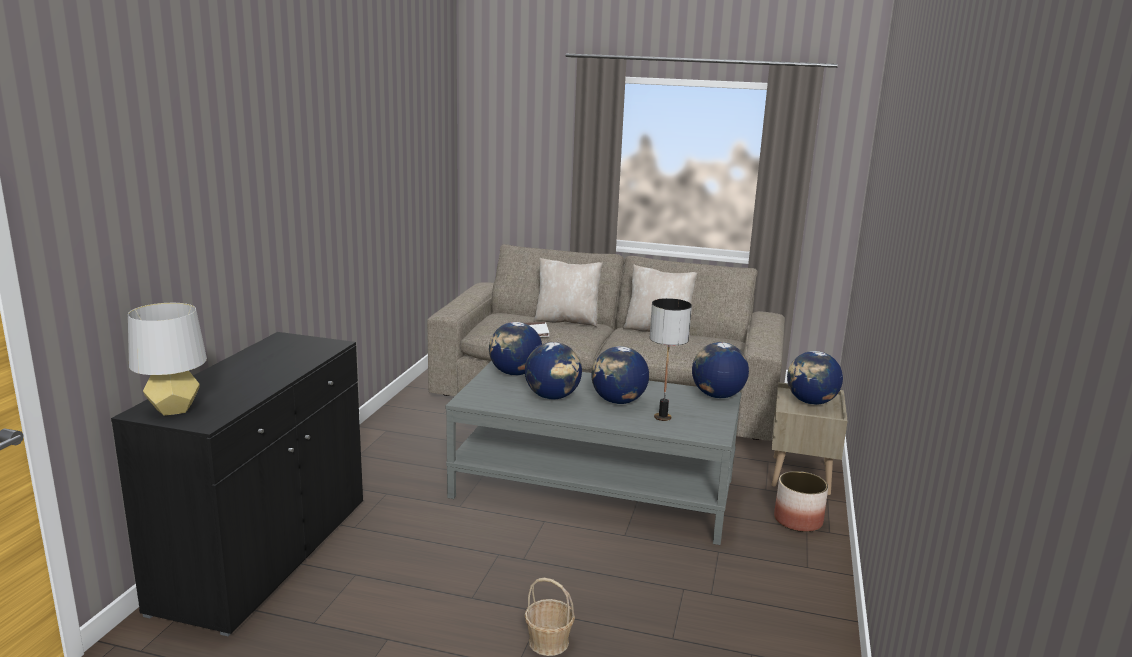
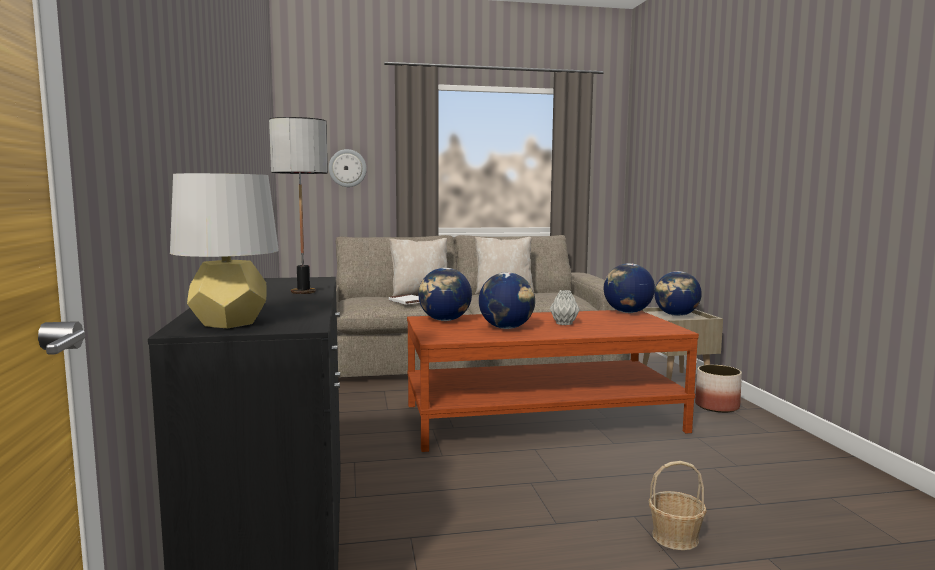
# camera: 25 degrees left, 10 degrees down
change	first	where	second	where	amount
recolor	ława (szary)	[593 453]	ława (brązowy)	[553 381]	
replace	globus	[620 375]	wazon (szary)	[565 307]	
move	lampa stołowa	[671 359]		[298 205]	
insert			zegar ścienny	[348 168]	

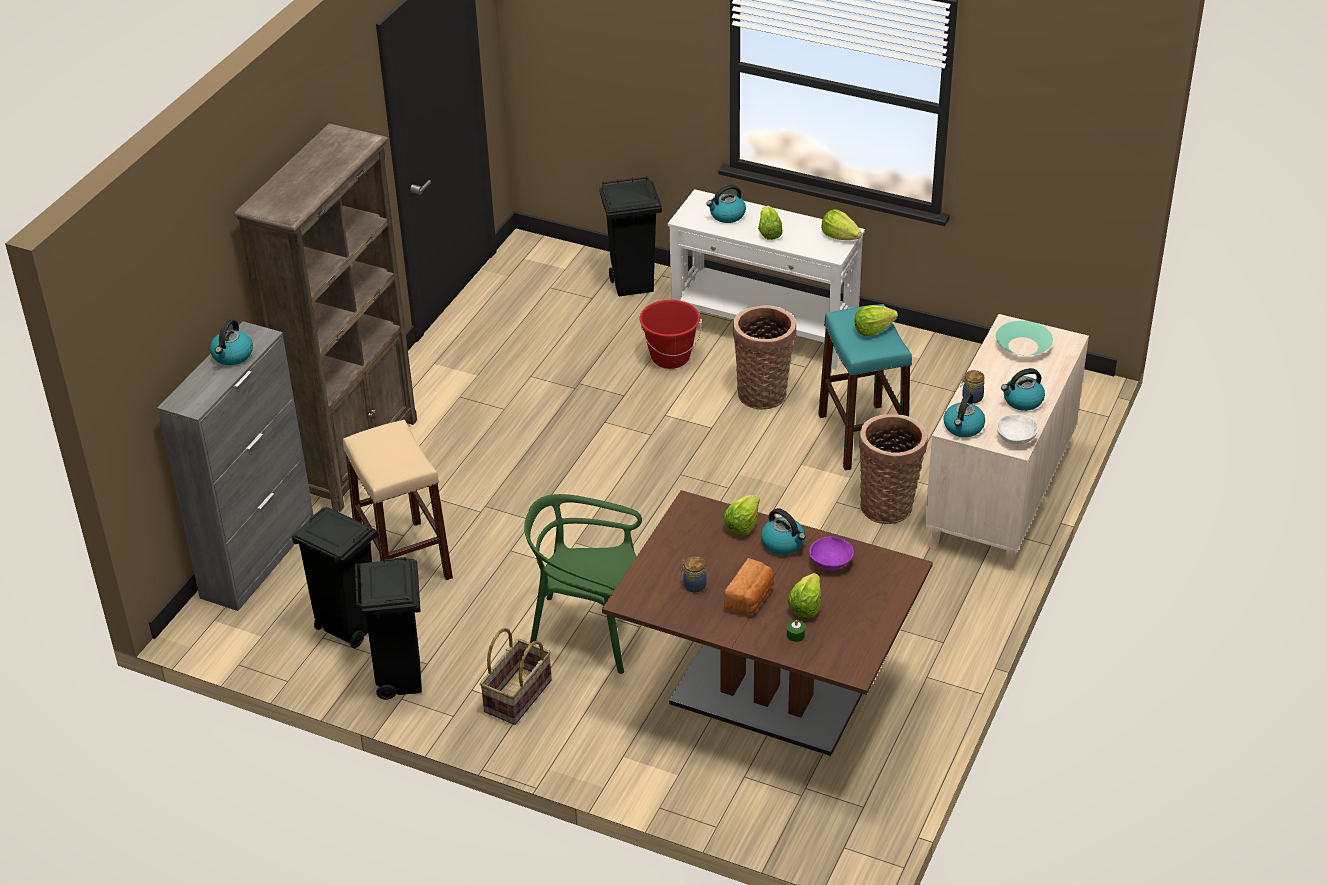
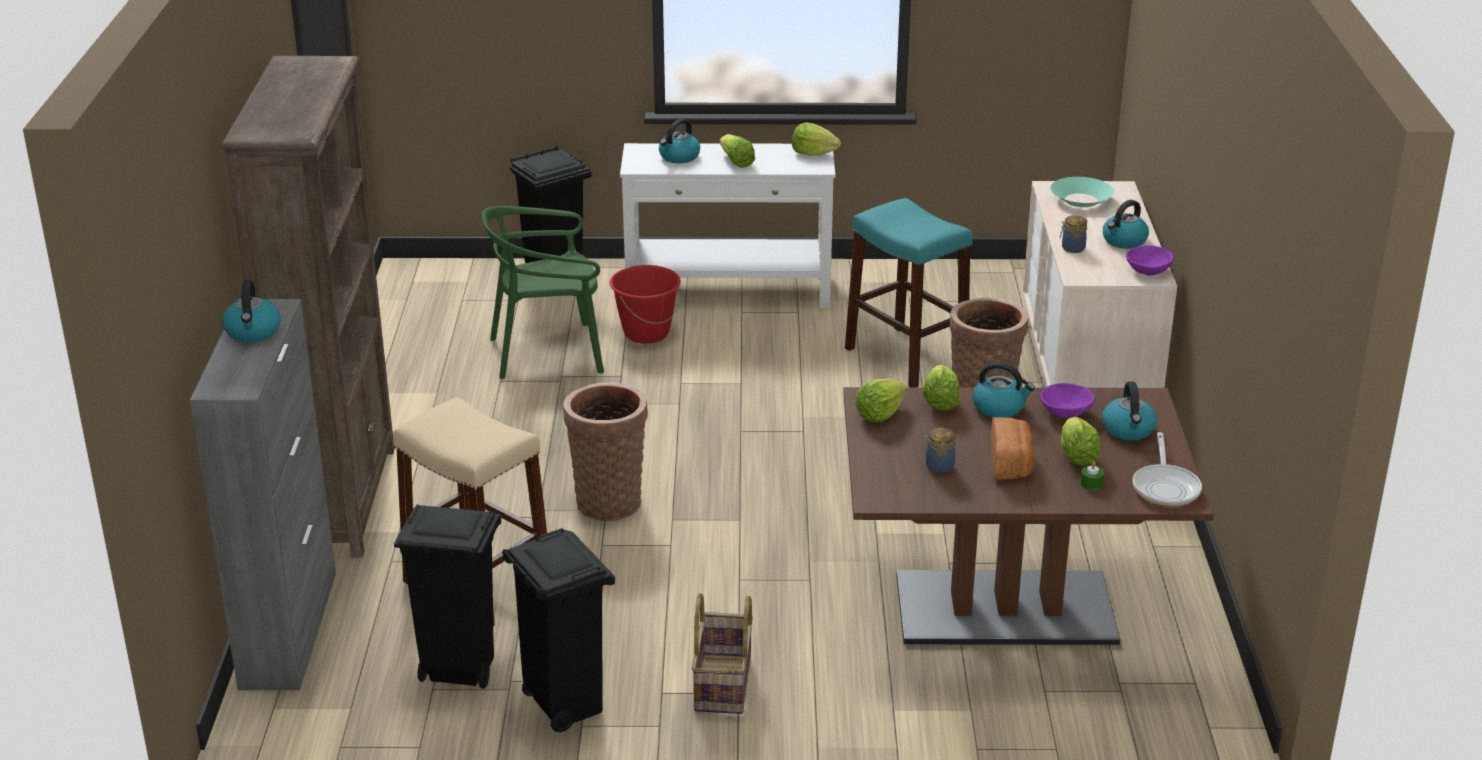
# camera: 25 degrees left, 10 degrees down
change	first	where	second	where	amount
move	krzesło (zielony)	[583 584]		[543 292]	
move	koszyk	[764 357]		[605 451]	
move	sałata	[876 320]		[881 401]	
move	czajnik	[964 414]		[1129 411]	
recolor	miska (biały)	[1018 429]	miska (fioletowy)	[1149 260]	
insert			patelnia	[1167 469]	

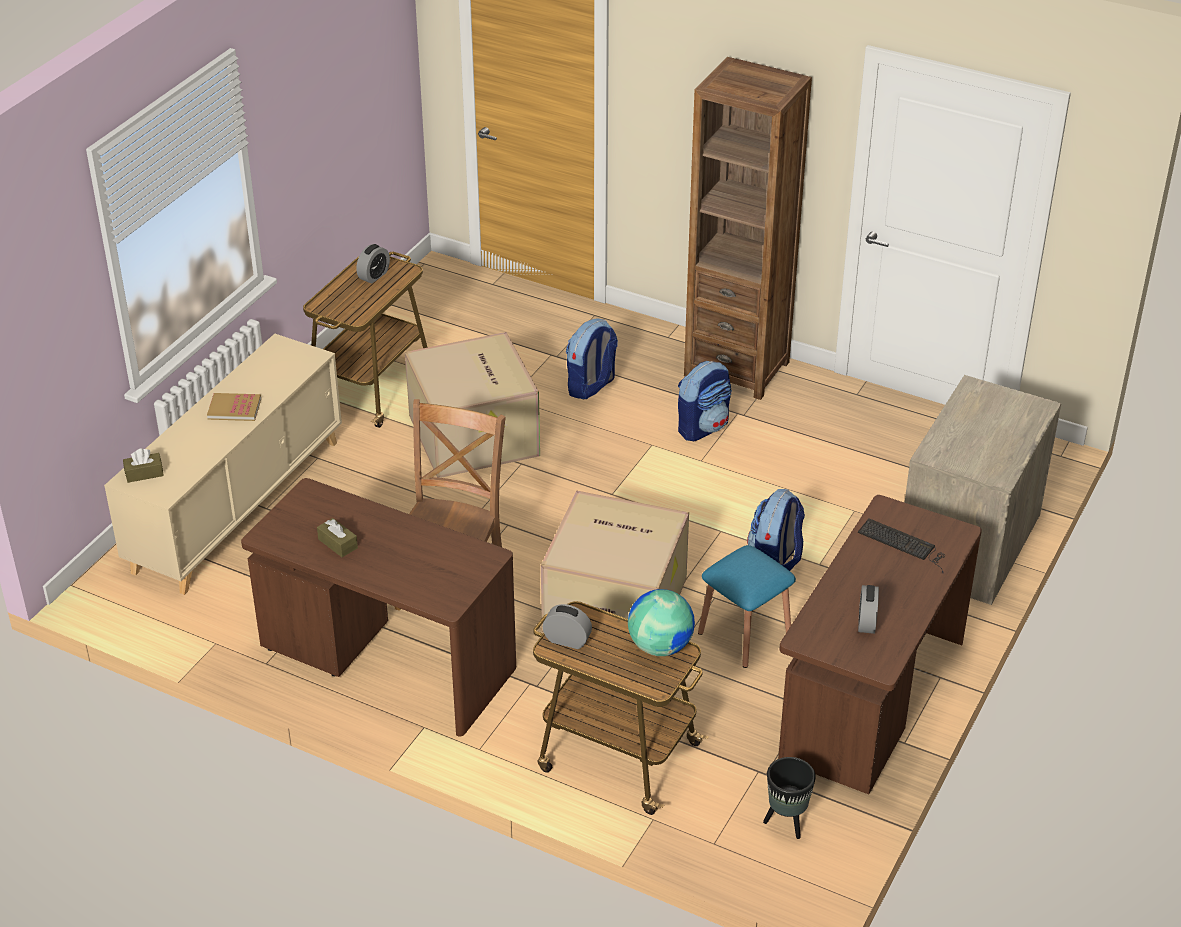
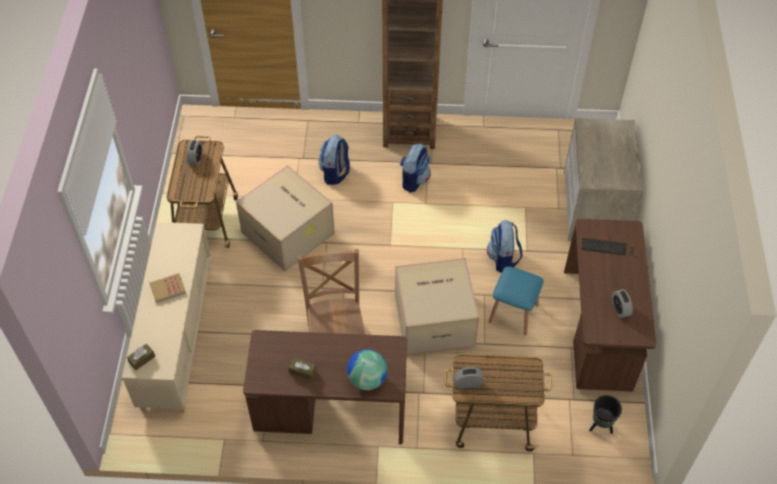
# camera: 25 degrees left, 15 degrees up
change	first	where	second	where	amount
move	globus	[661 622]		[367 369]	

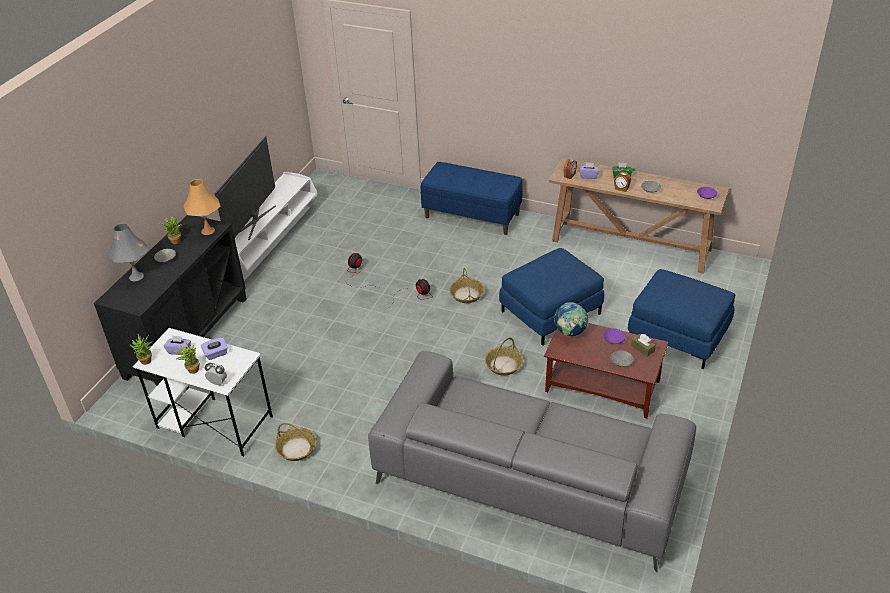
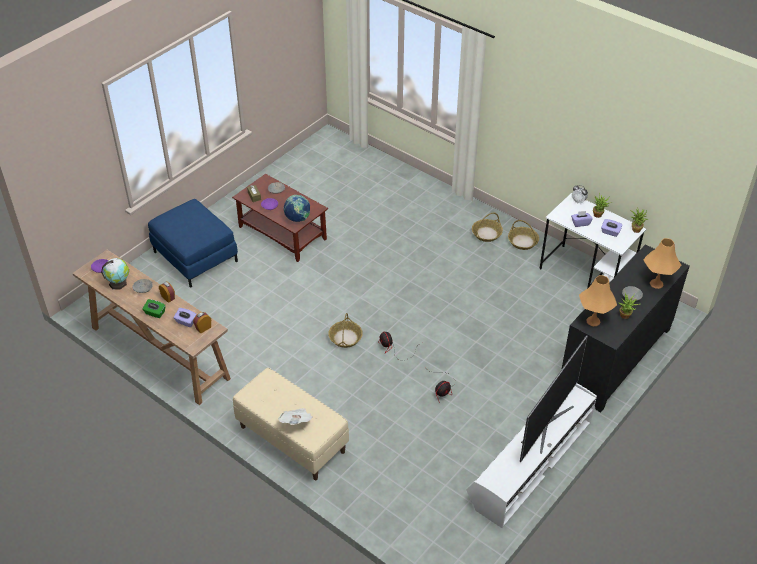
# camera: 165 degrees left, 5 degrees up
change	first	where	second	where	amount
recolor	lampa stołowa (szary)	[128 252]	lampa stołowa (pomarańczowy)	[662 263]	
delete	kanapa (szary)	[532 461]			
recolor	ławka (niebieski)	[472 198]	ławka (beżowy)	[291 424]	
move	koszyk	[504 356]		[487 227]	
delete	pufa (niebieski)	[551 297]			
insert			globus	[115 273]	
insert			gazeta	[295 416]	

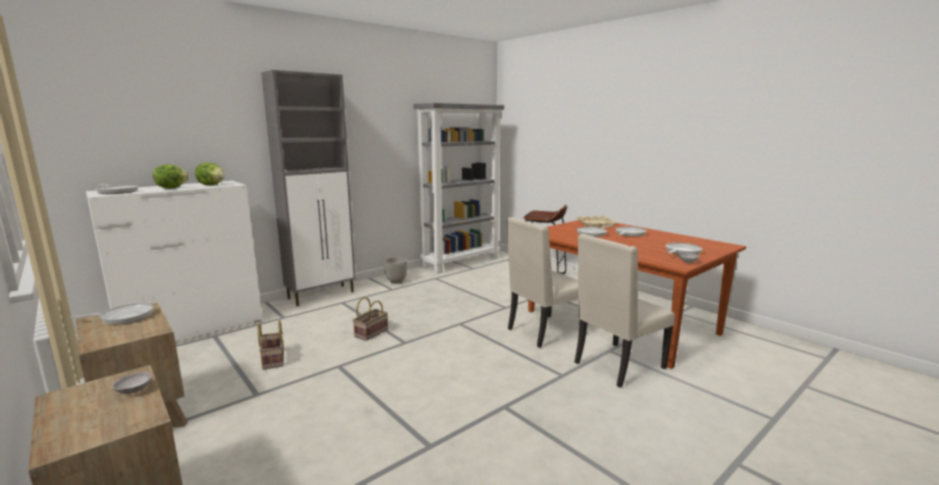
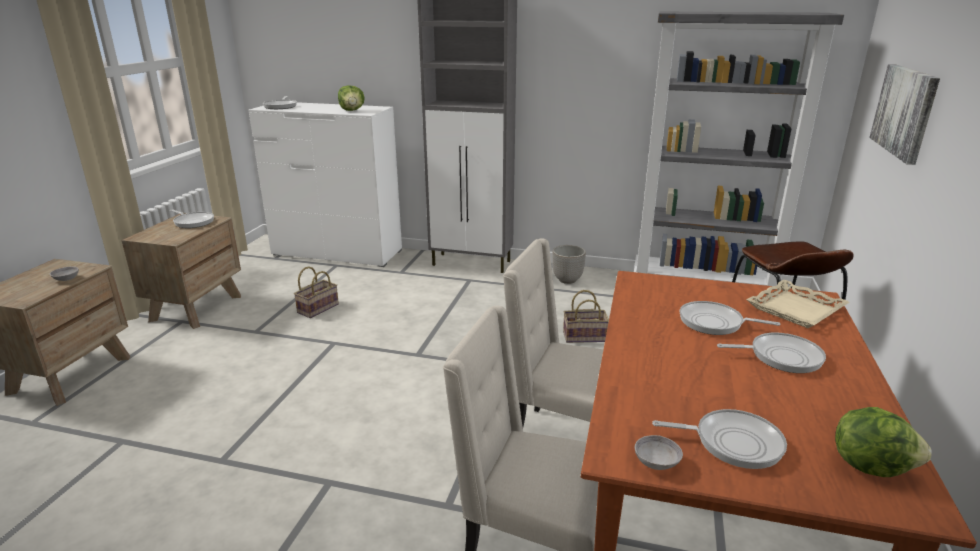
# camera: 55 degrees right, 10 degrees up
change	first	where	second	where	amount
move	sałata	[171 177]		[883 442]	
move	koszyk	[370 319]		[586 316]	
insert			obraz	[904 114]	

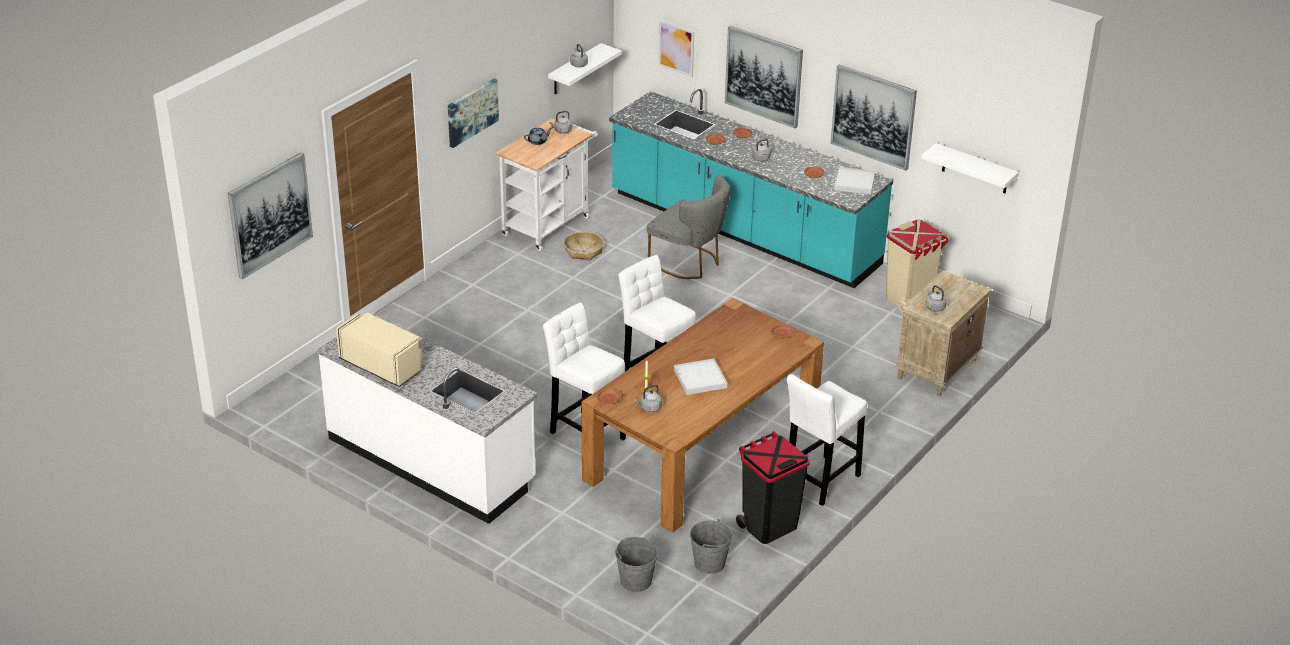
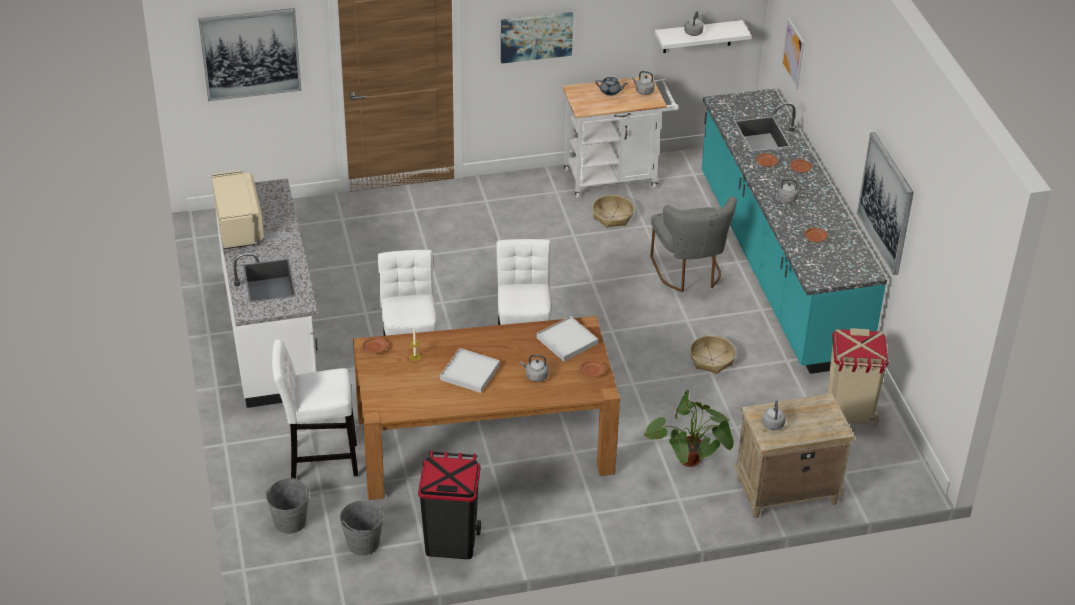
# camera: 40 degrees right, 5 degrees up
change	first	where	second	where	amount
move	czajnik (szary)	[648 398]		[534 368]	
delete	obraz	[764 77]			
move	stołek (biały)	[827 440]		[315 409]	
move	taca (biały)	[854 180]		[567 338]	
delete	półka (biały)	[970 168]			
insert			roślina doniczkowa	[688 428]	
insert			koszyk	[713 355]	

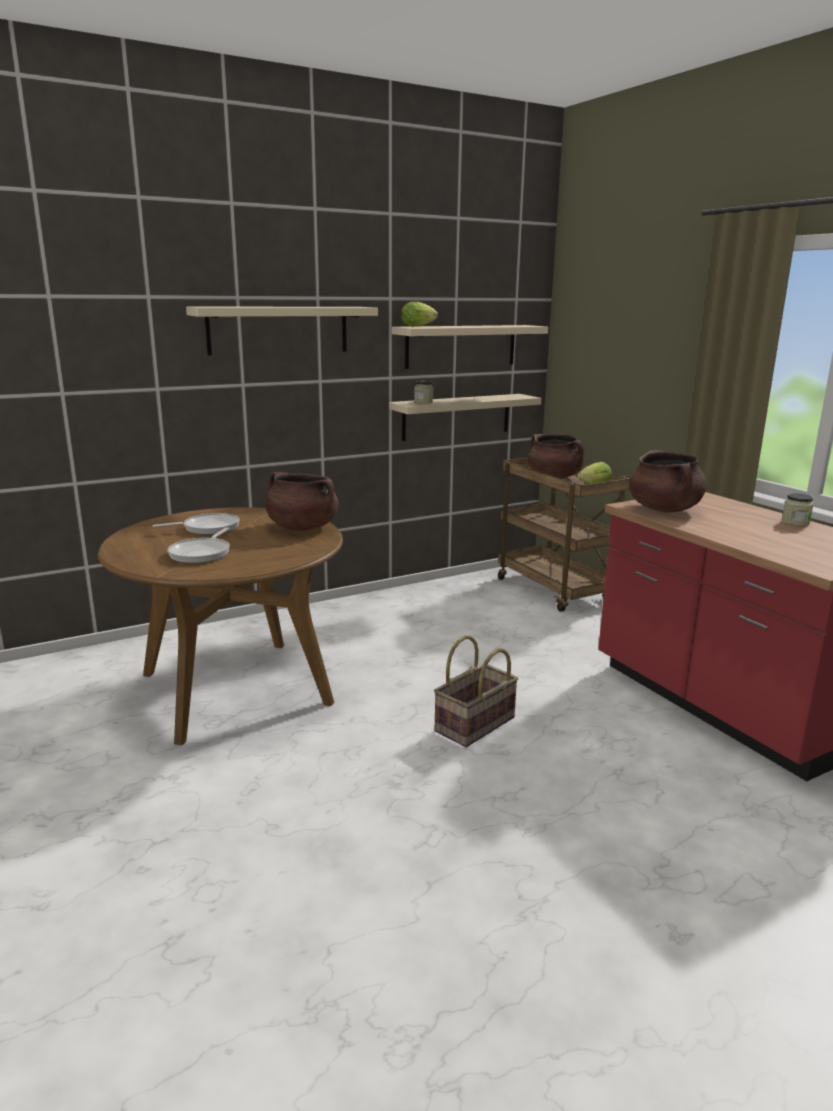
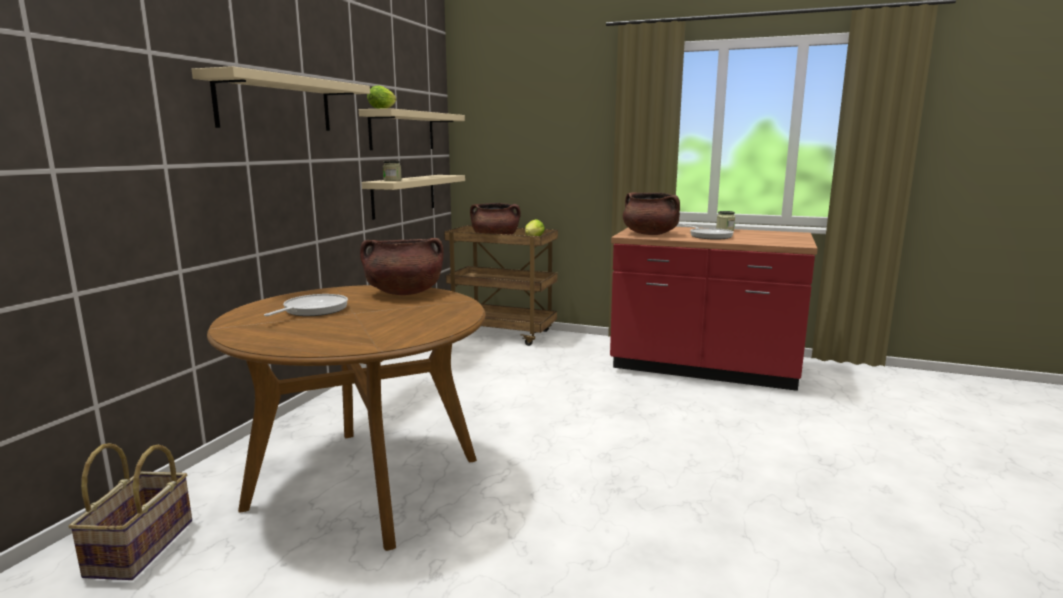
# camera: 40 degrees left, 5 degrees down
change	first	where	second	where	amount
move	patelnia	[198 545]		[708 232]	
move	koszyk	[476 691]		[130 511]	

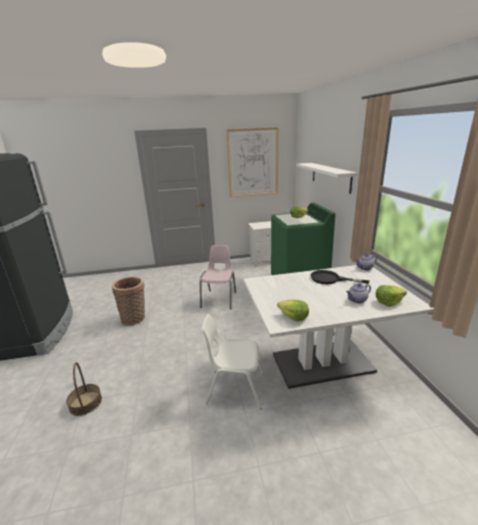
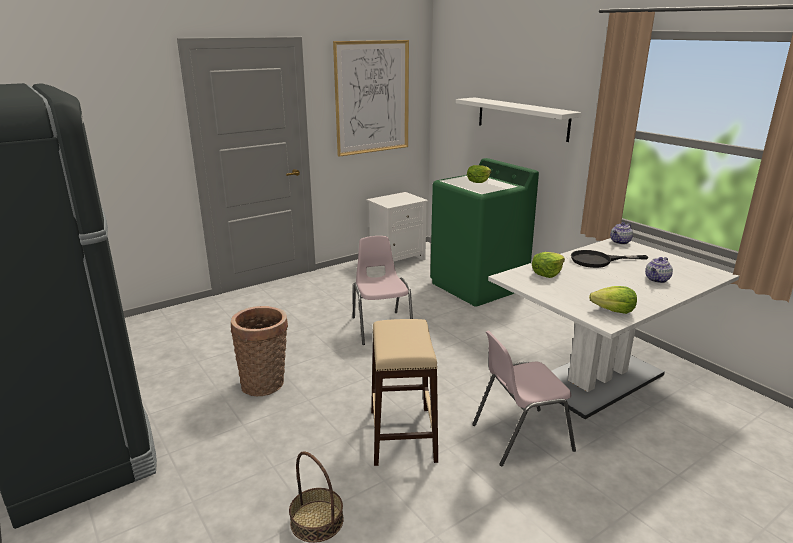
# camera: 25 degrees left, 0 degrees up
change	first	where	second	where	amount
recolor	krzesło (biały)	[232 361]	krzesło (różowy)	[524 398]	
move	sałata	[391 295]		[548 265]	
insert			stołek (beżowy)	[404 392]	

